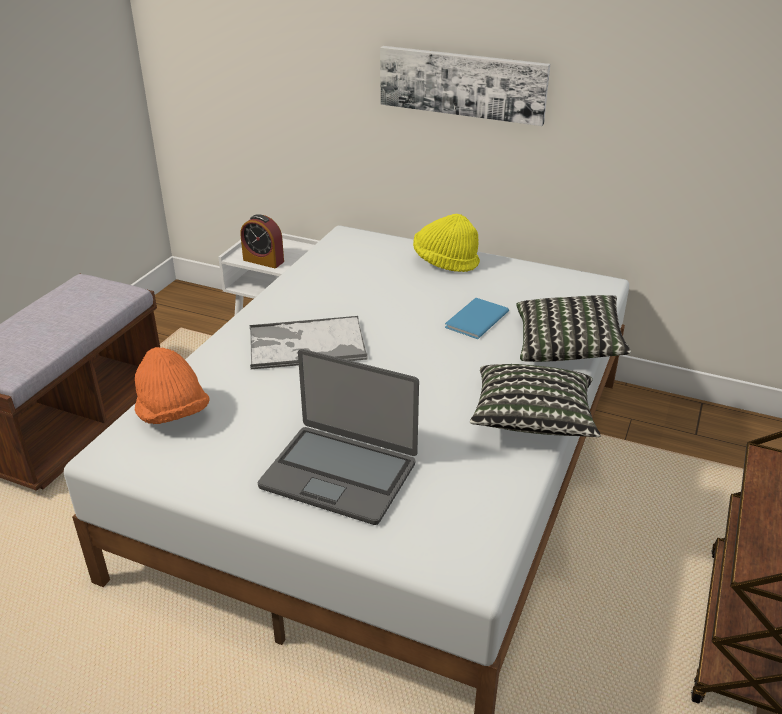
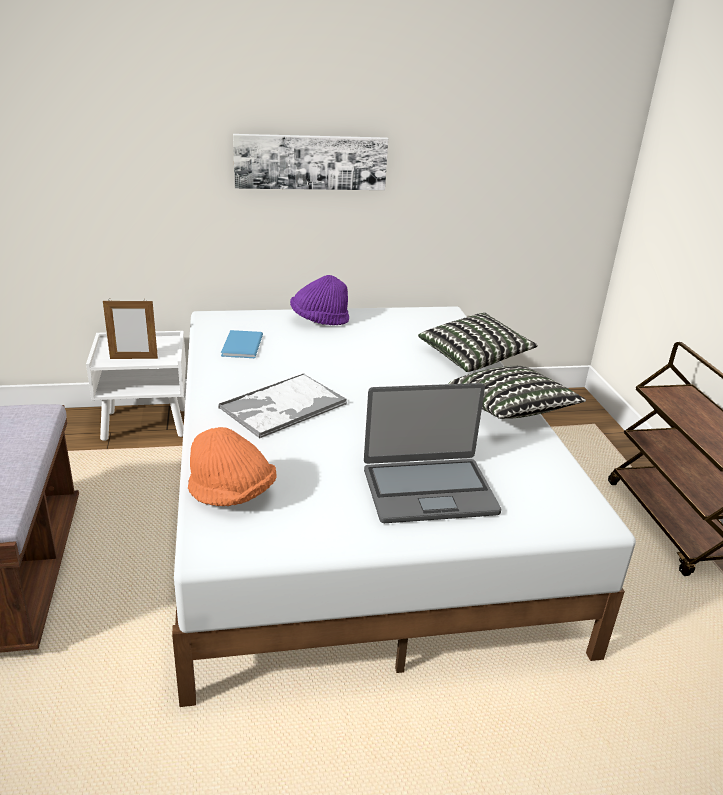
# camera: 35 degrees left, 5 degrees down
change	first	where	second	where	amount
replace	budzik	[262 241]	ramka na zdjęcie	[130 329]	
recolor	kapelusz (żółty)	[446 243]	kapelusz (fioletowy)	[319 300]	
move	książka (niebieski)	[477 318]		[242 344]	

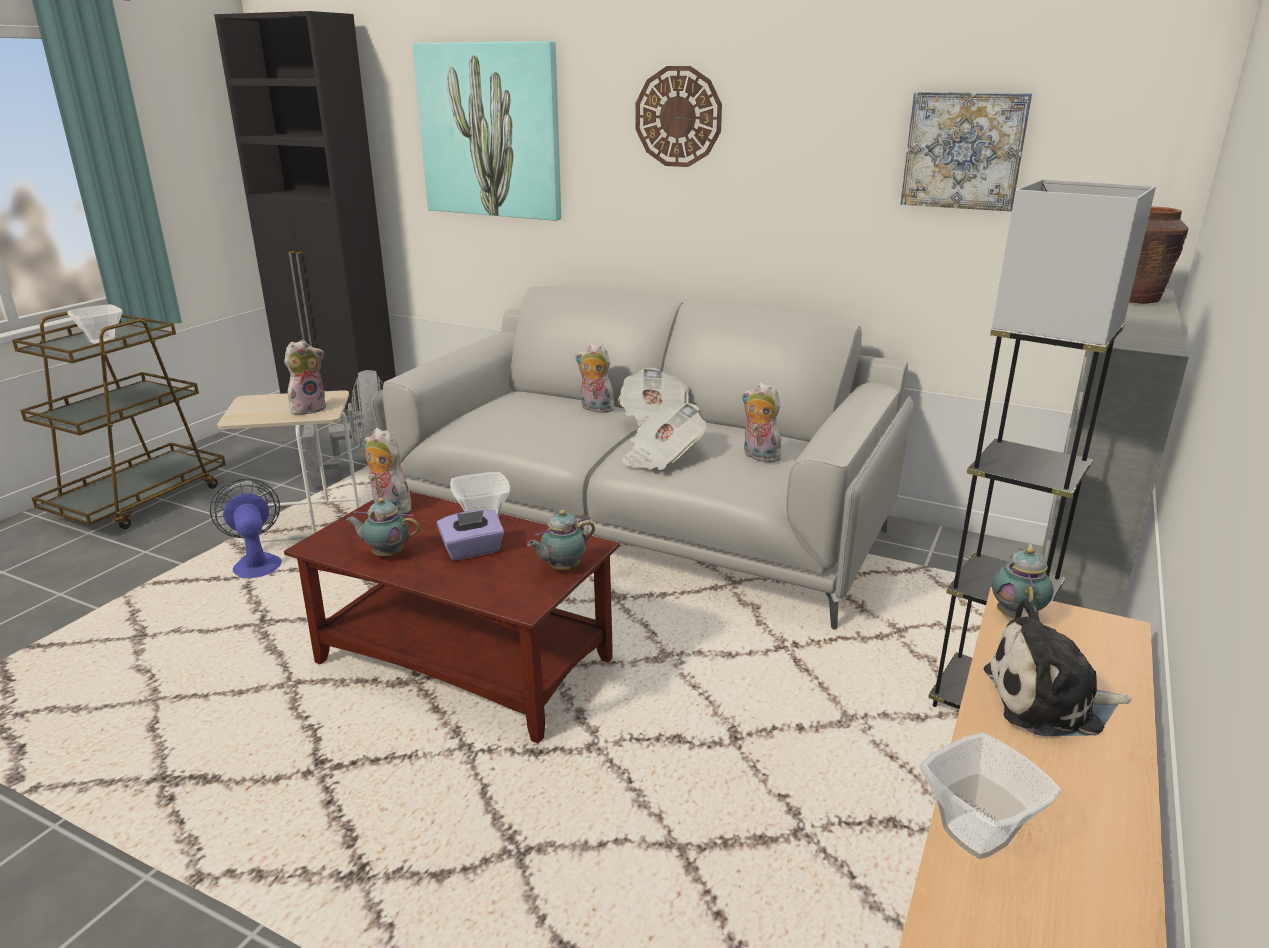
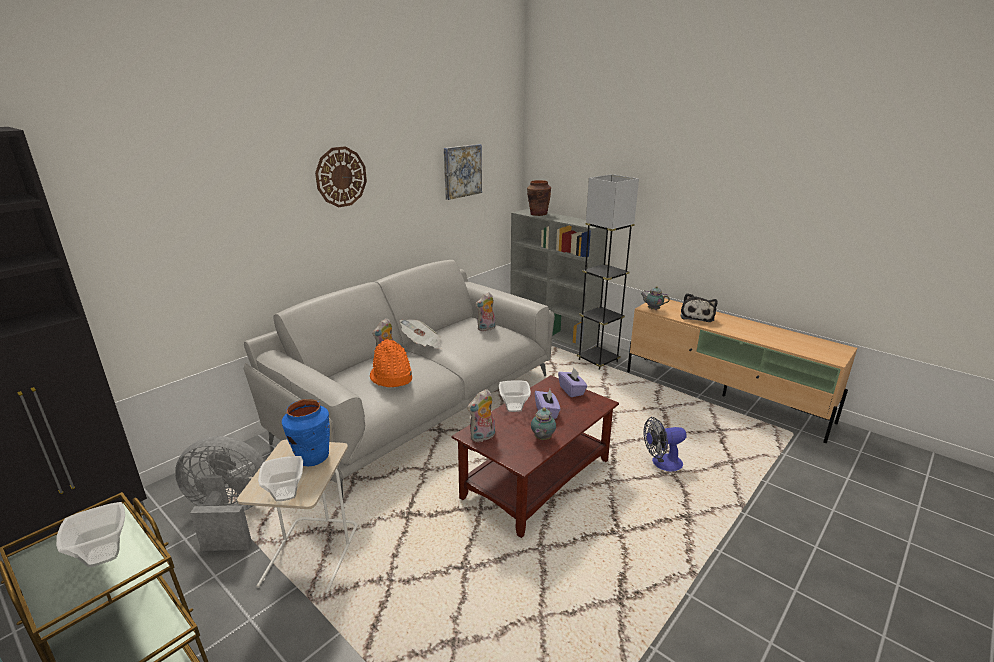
# camera: 75 degrees left, 0 degrees up
change	first	where	second	where	amount
move	wentylator	[246 528]		[665 444]	
replace	pluszak	[305 377]	wazon (niebieski)	[306 432]	
delete	obraz	[486 131]			
replace	imbryk	[561 540]	pudełko chusteczek (fioletowy)	[573 382]	
delete	gazeta	[664 436]			
move	miska	[990 796]		[280 478]	
insert			kapelusz (pomarańczowy)	[391 363]	

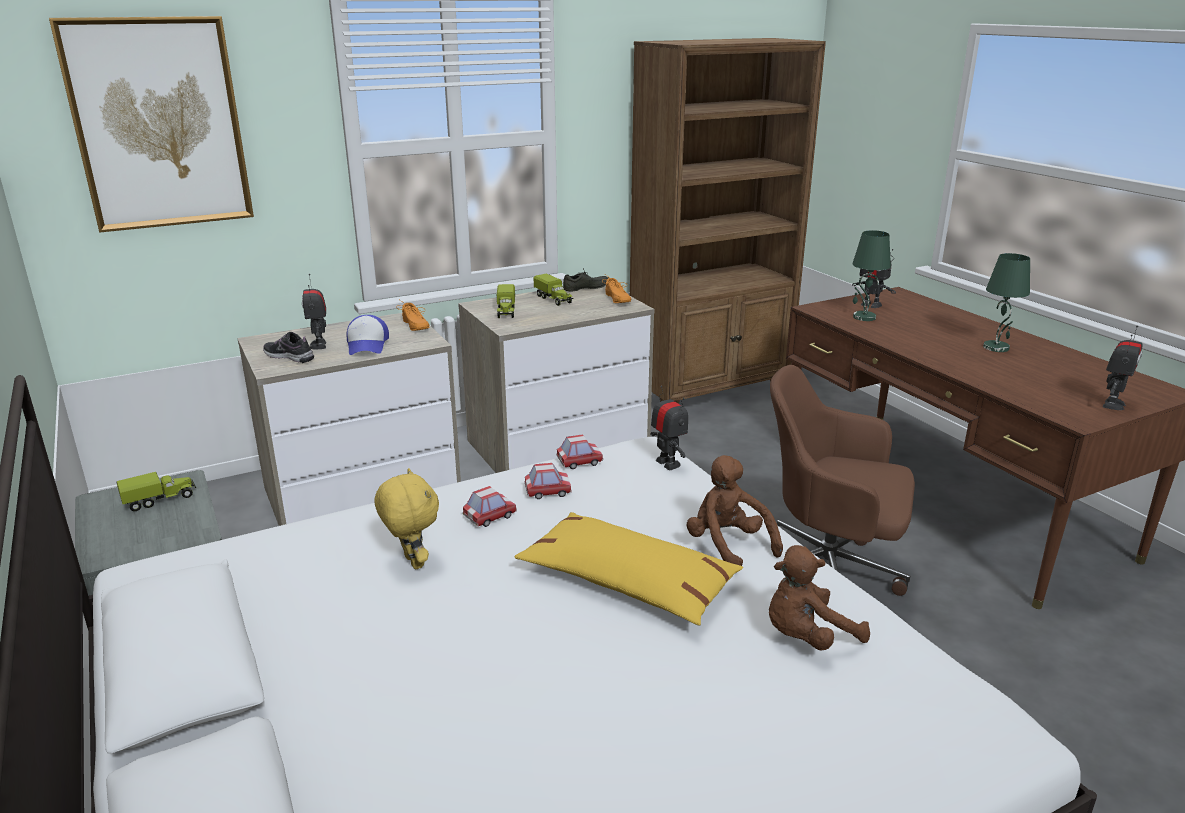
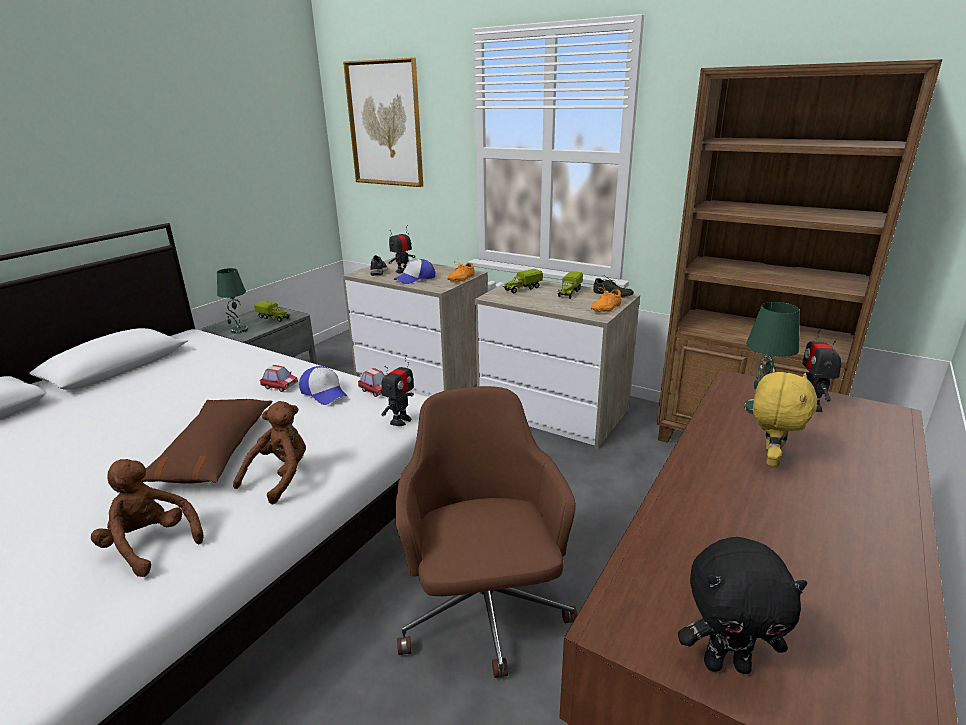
# camera: 60 degrees right, 0 degrees up
change	first	where	second	where	amount
move	pluszak (żółty)	[407 519]		[785 419]	
recolor	poduszka (żółty)	[629 568]	poduszka (brązowy)	[206 441]	
replace	samochodzik	[548 481]	czapka z daszkiem	[323 385]	
move	lampa stołowa (zielony)	[1006 302]		[232 301]	
replace	robot zabawkowy	[1122 367]	pluszak (czarny)	[742 605]	

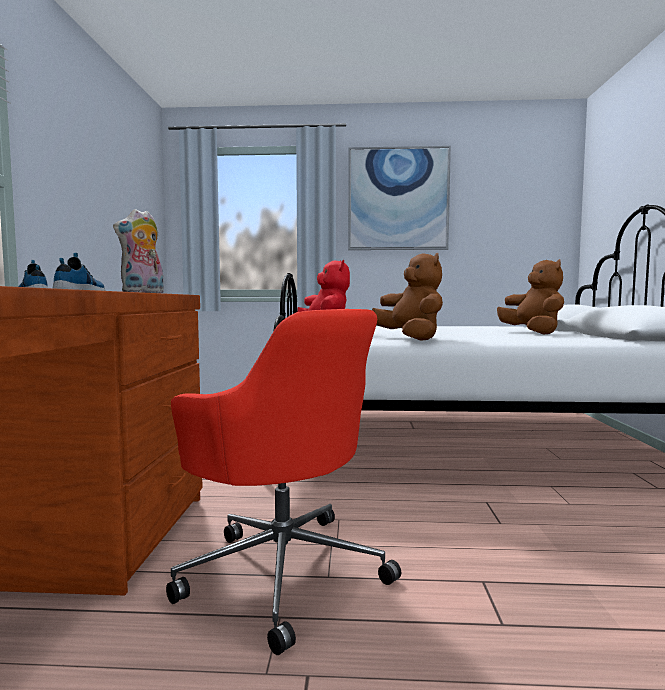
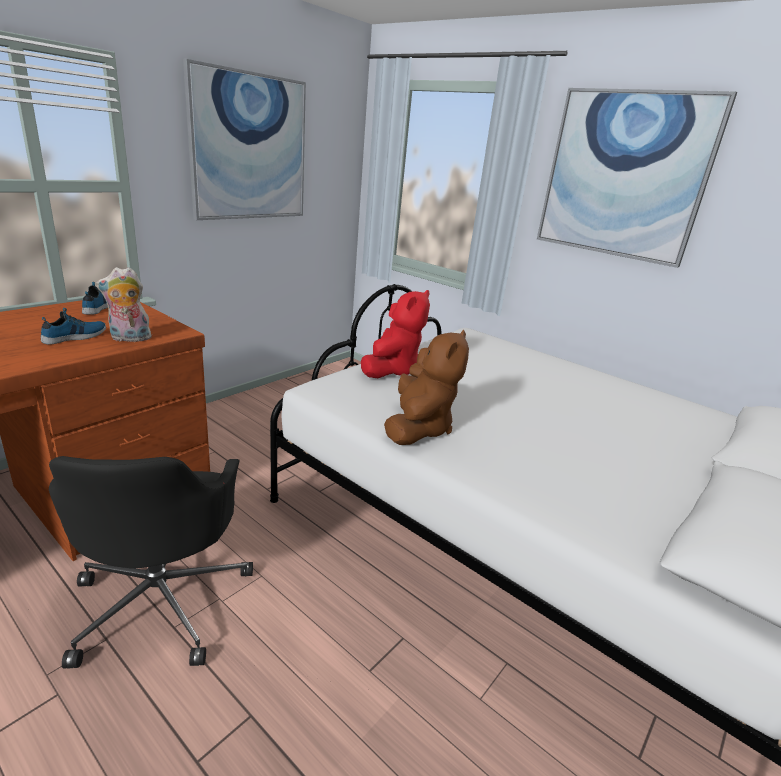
# camera: 35 degrees right, 20 degrees up
change	first	where	second	where	amount
recolor	krzesło biurowe (czerwony)	[283 482]	krzesło biurowe (czarny)	[151 562]	
delete	pluszak (brązowy)	[530 296]			
insert			obraz	[244 139]	

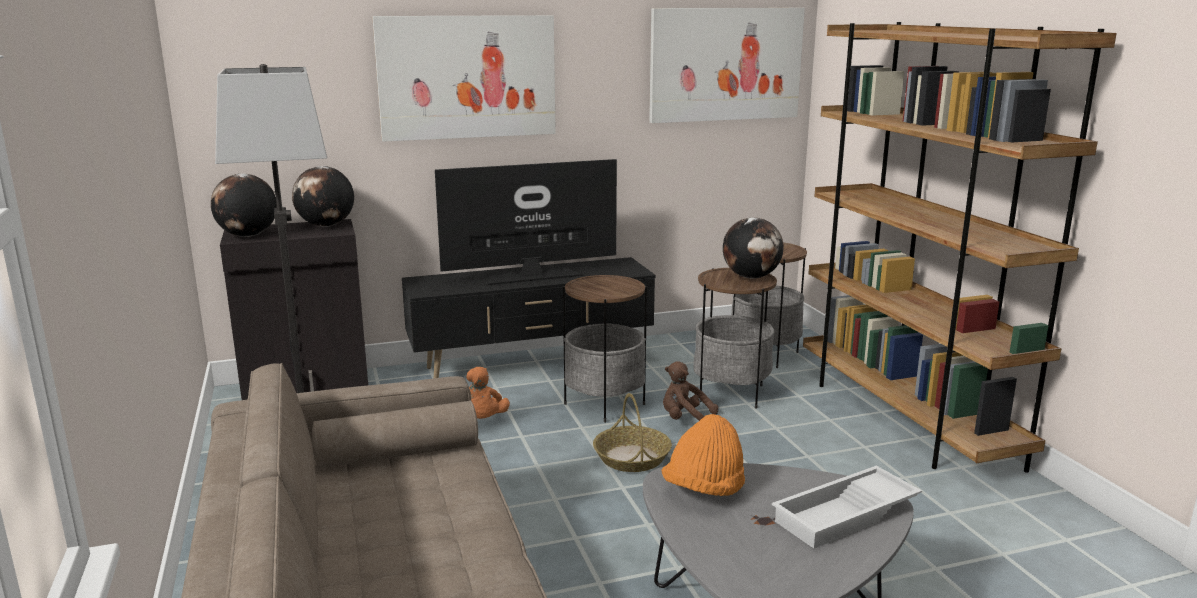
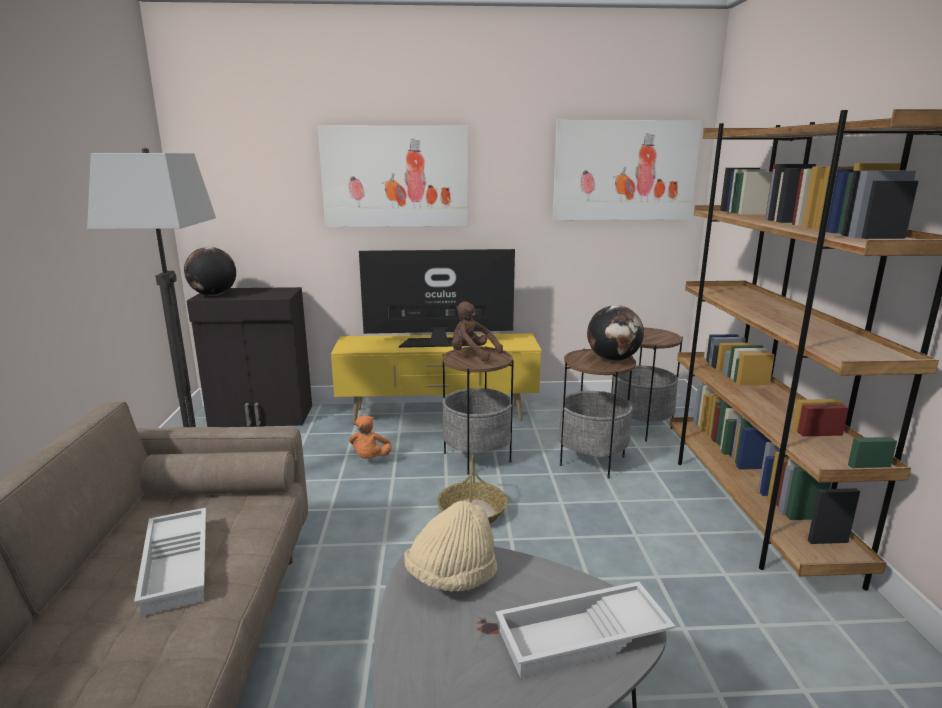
# camera: 15 degrees right, 0 degrees up
change	first	where	second	where	amount
delete	globus	[323 196]			
recolor	szafka pod telewizor (czarny)	[529 317]	szafka pod telewizor (żółty)	[436 379]	
recolor	kapelusz (pomarańczowy)	[703 455]	kapelusz (beżowy)	[450 546]	
move	pluszak (brązowy)	[690 391]		[477 331]	
insert			taca (biały)	[170 562]	

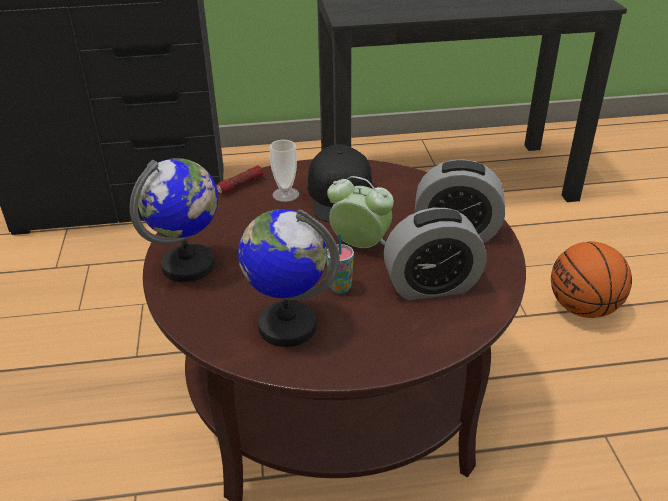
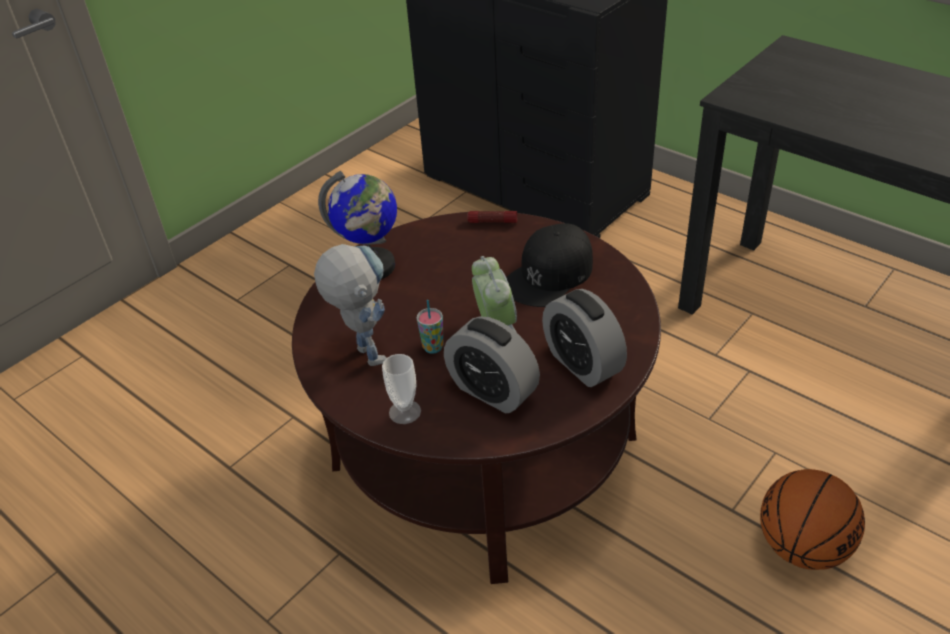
# camera: 50 degrees right, 5 degrees up
change	first	where	second	where	amount
replace	globus	[289 278]	robot zabawkowy	[350 305]	
move	filiżanka	[284 171]		[401 389]	

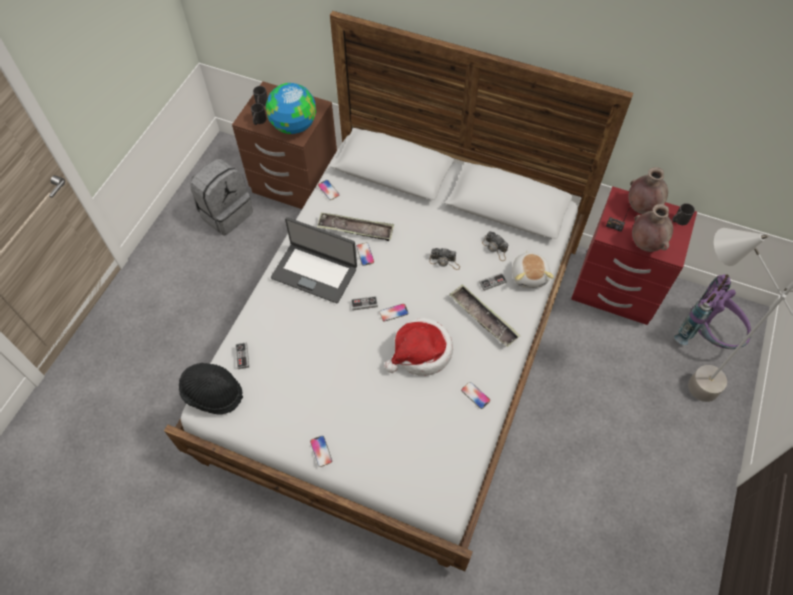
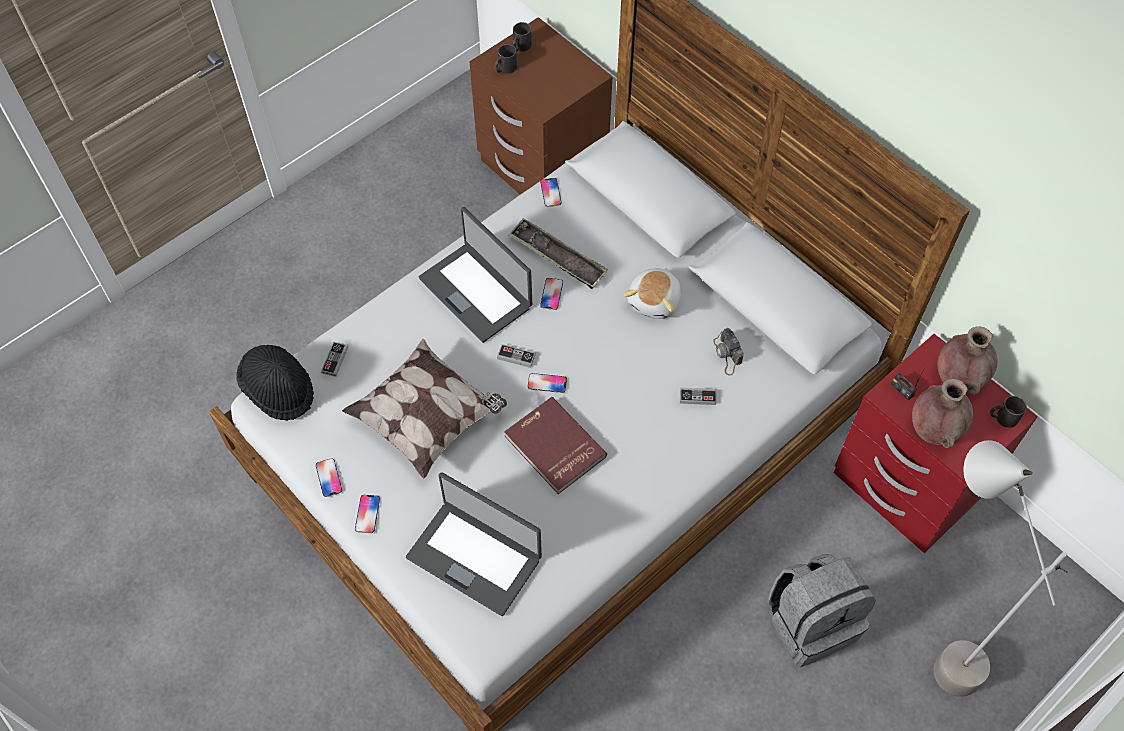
# camera: 25 degrees right, 0 degrees up
change	first	where	second	where	amount
move	plecak (szary)	[221 197]		[822 610]	
delete	globus	[291 108]			
replace	kapelusz	[419 347]	książka (czerwony)	[555 445]	
delete	aparat fotograficzny	[444 259]			
delete	taca	[484 315]			
move	telefon	[475 395]		[329 477]	
move	pluszak	[533 269]		[652 293]	
delete	plecak (fioletowy)	[712 311]			
insert			poduszka	[424 408]	
insert			laptop	[474 544]	

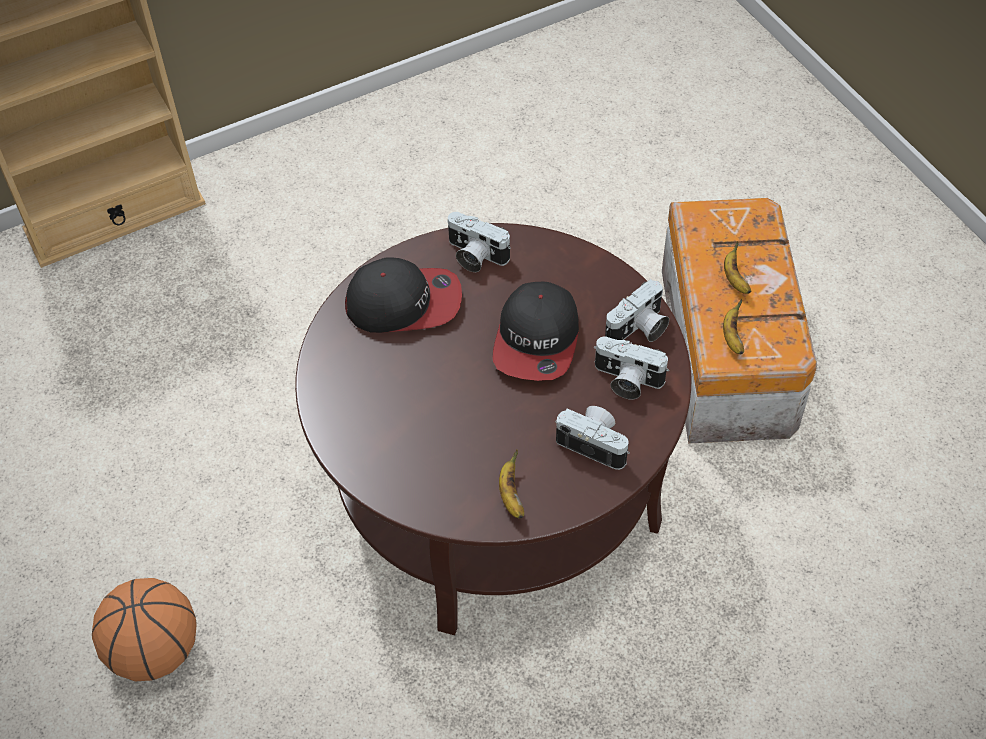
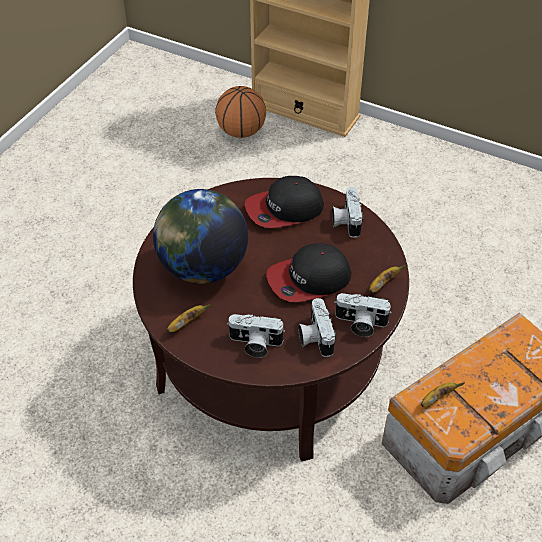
# camera: 55 degrees right, 5 degrees down
change	first	where	second	where	amount
move	piłka do koszykówki	[144 629]		[240 112]	
rotate	czapka z daszkiem	[403 295]		[284 202]	105 degrees clockwise
rotate	aparat fotograficzny	[592 438]		[255 336]	105 degrees clockwise
move	banan	[737 267]		[388 278]	
insert			globus	[200 236]	

